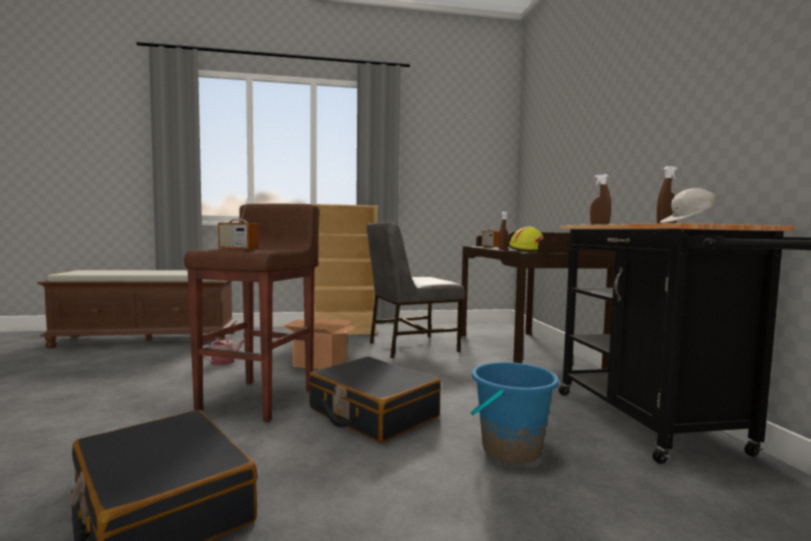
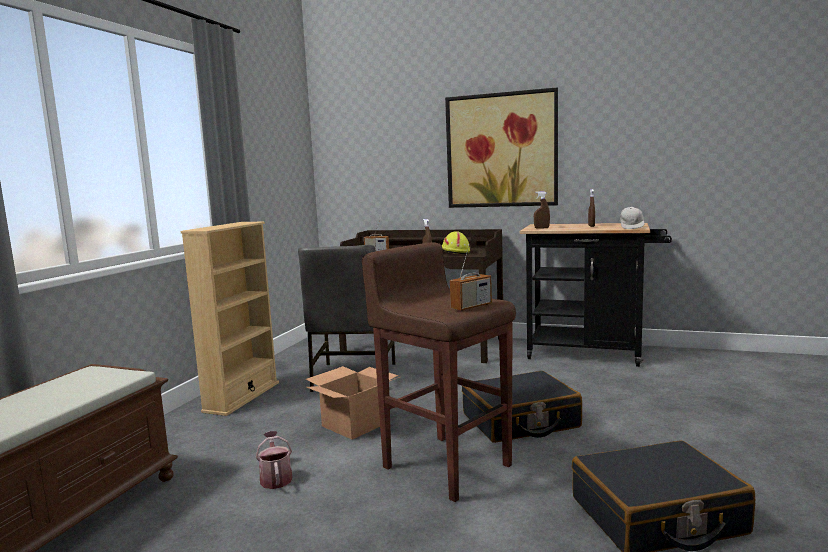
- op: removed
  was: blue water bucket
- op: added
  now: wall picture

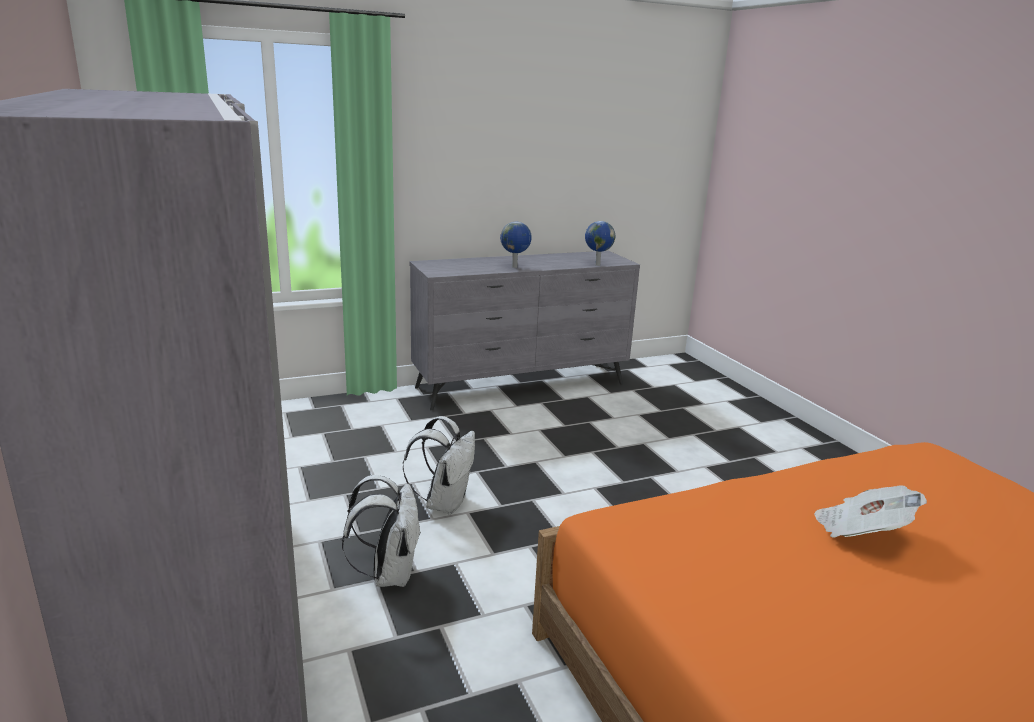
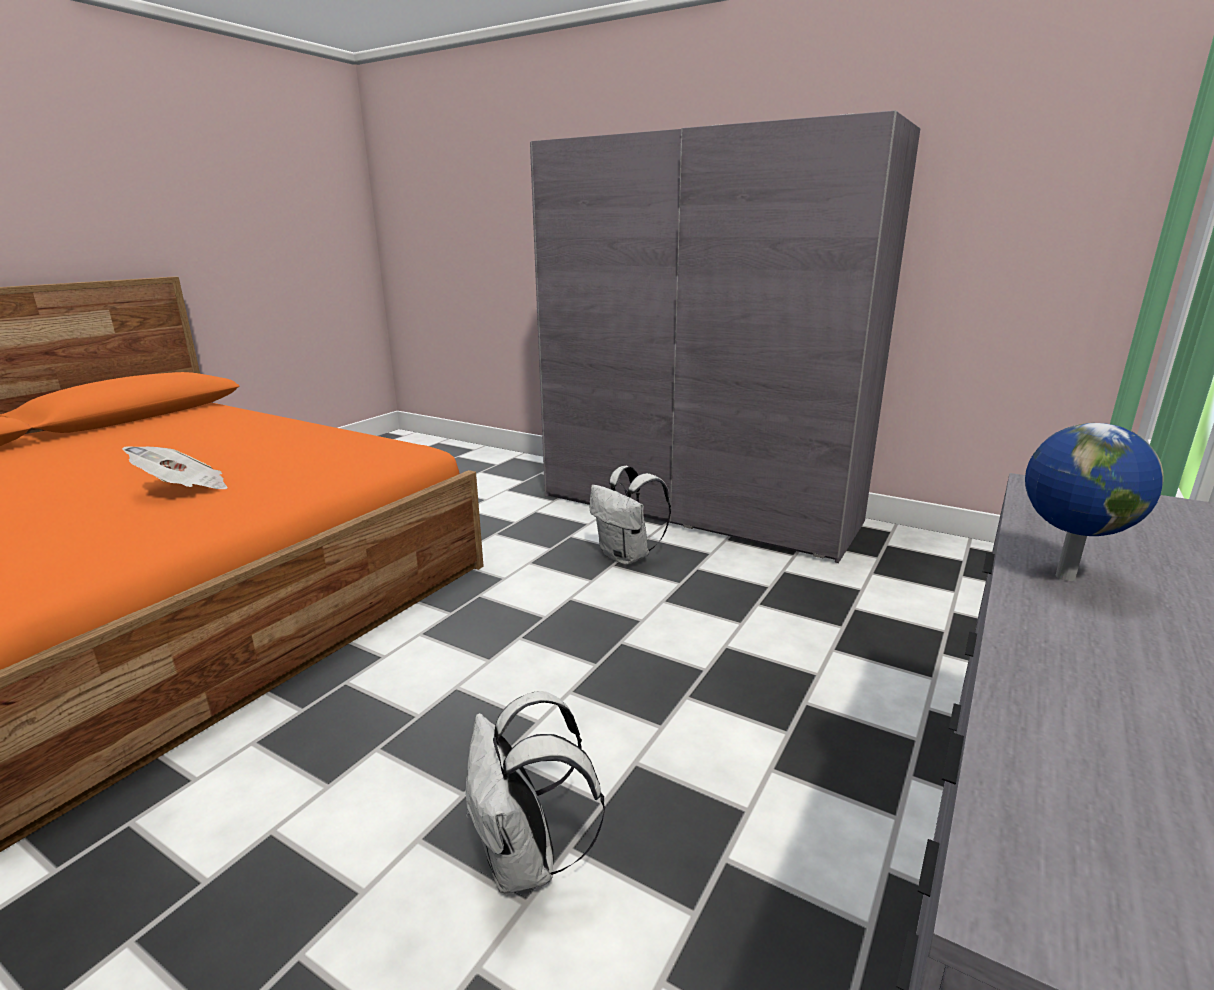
- op: moved
  was: white-coloured rucksack (2nd from left in the first image)
  now: white-coloured rucksack (1st from left)
- op: removed
  was: desk globe (2nd from left)

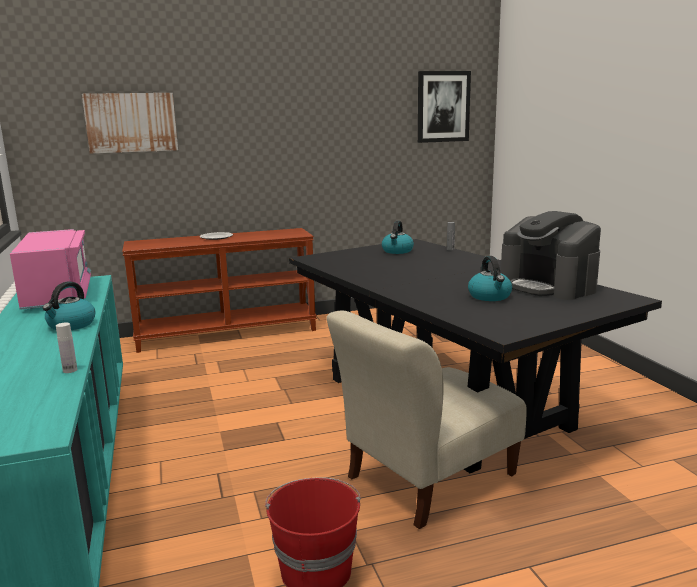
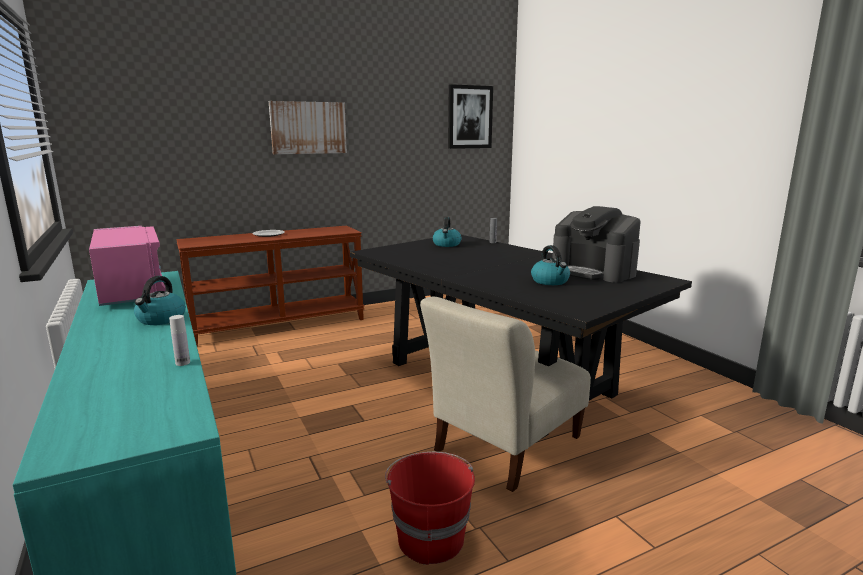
- op: moved
  was: wall picture (1st from left)

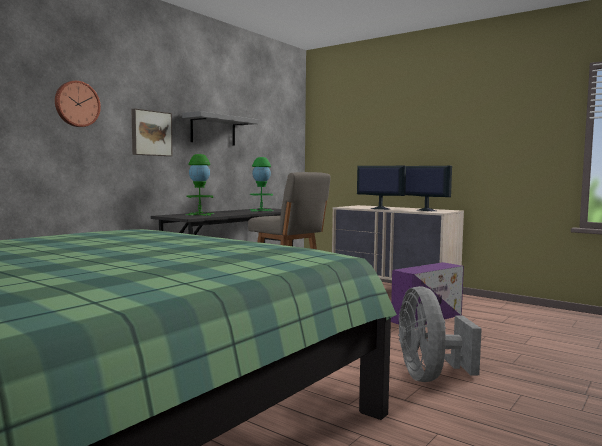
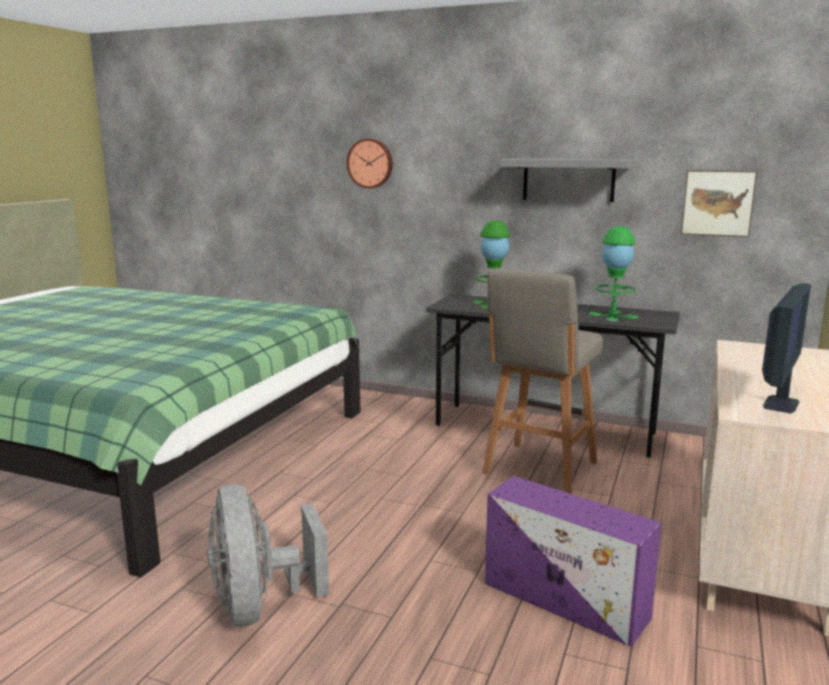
- op: moved
  was: wall picture
- op: removed
  was: computer screen (1st from left)
- op: turned
  was: gray electric fan
  clockwise: -90

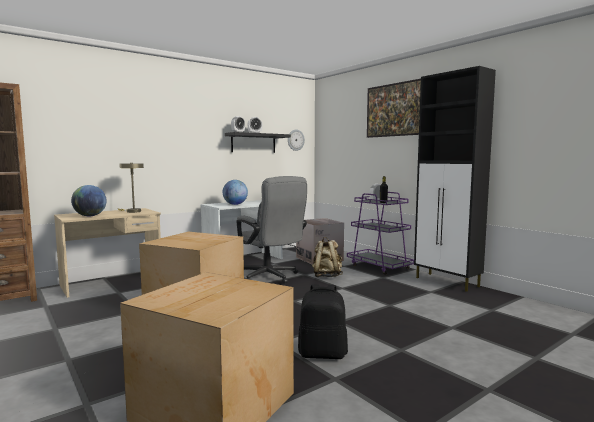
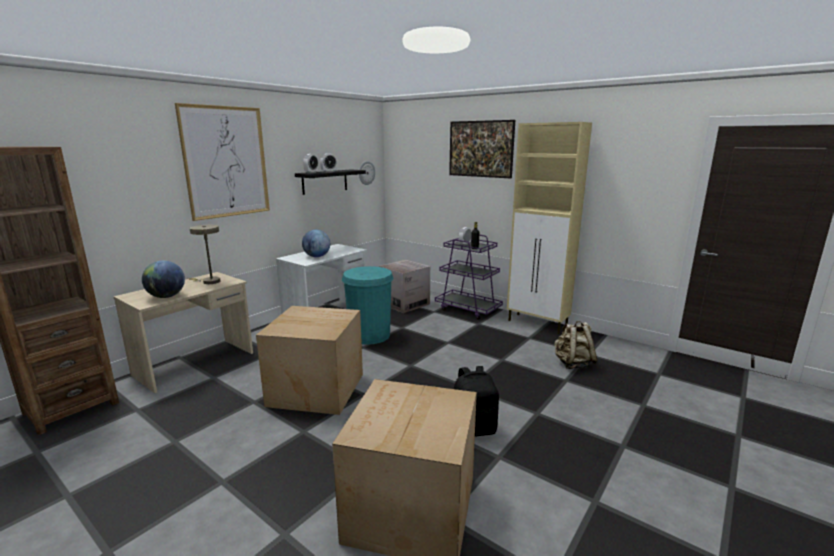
- op: replaced
  was: gray office chair
  now: blue-green trash can
- op: moved
  was: sand-coloured rucksack
- op: recoloured
  was: black-coloured storage cabinet
  now: sand-coloured storage cabinet
- op: added
  now: wall picture (1st from left)

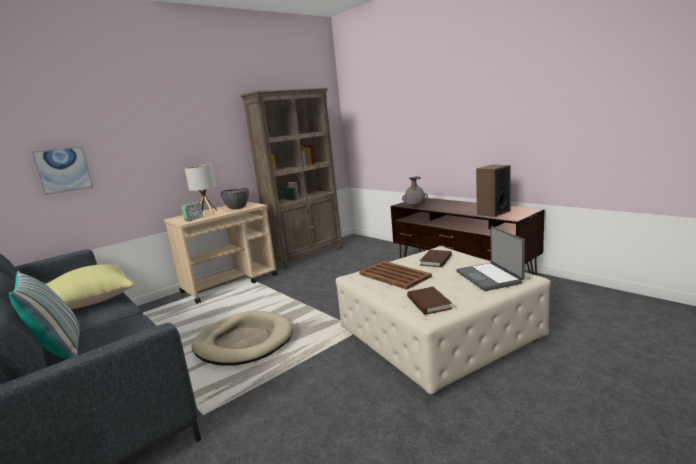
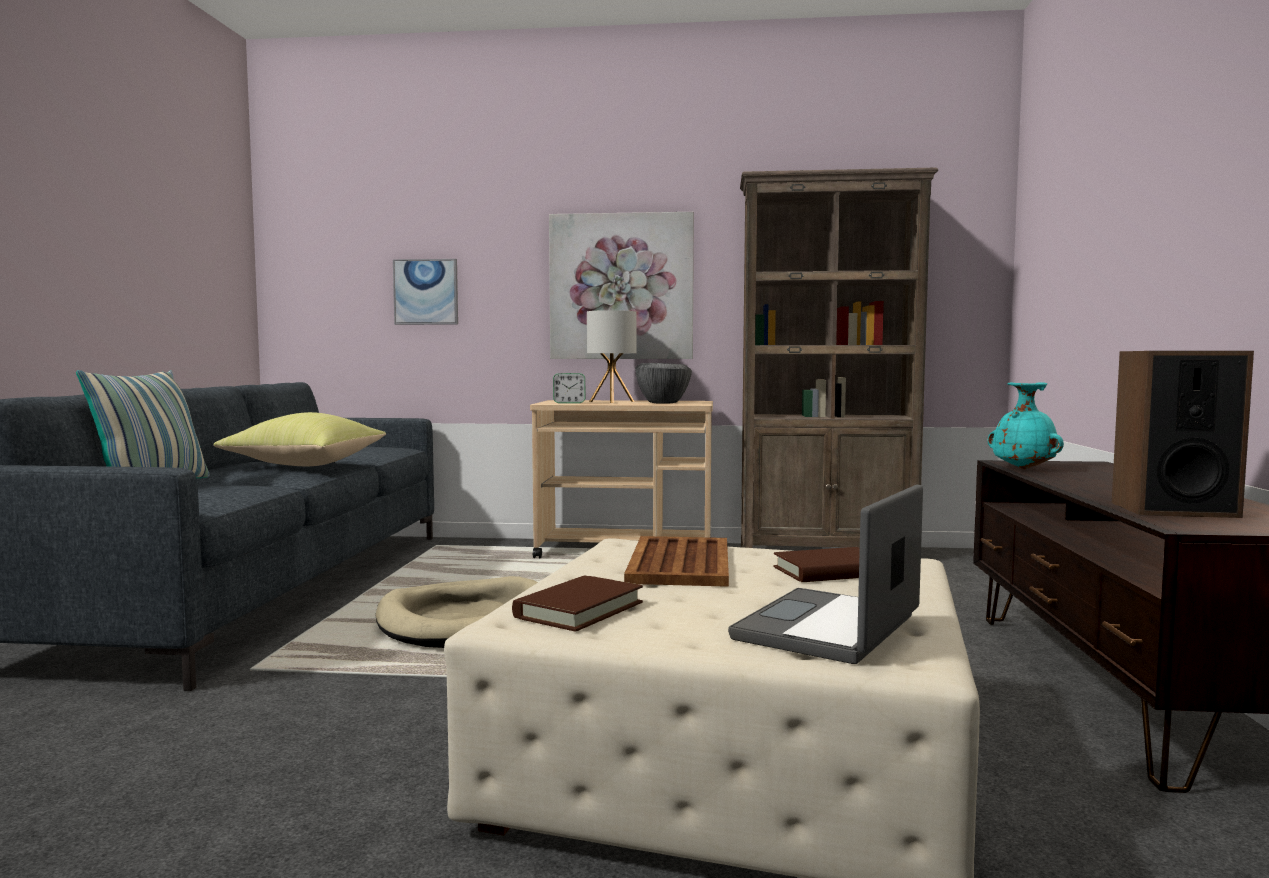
- op: recoloured
  was: gray decorative vase
  now: blue-green decorative vase
- op: added
  now: wall picture (2nd from left)

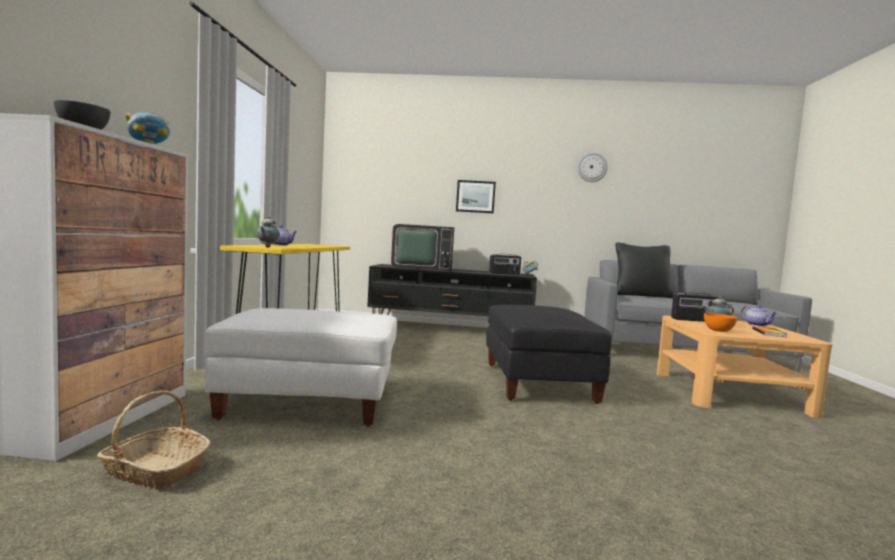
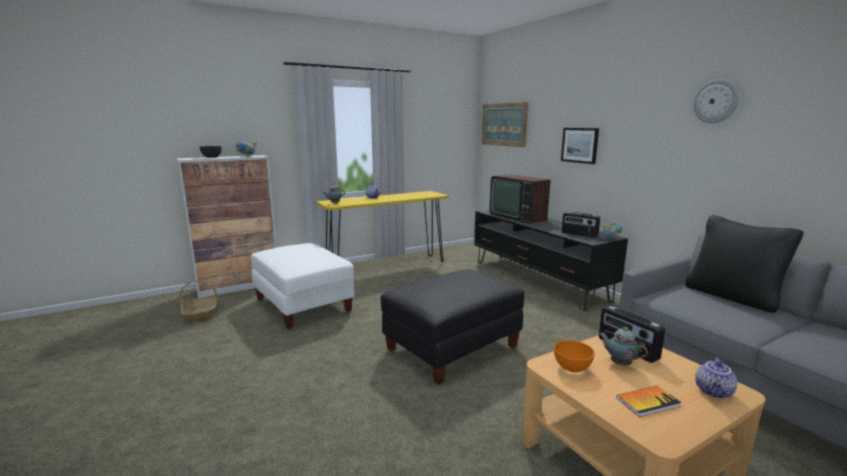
- op: added
  now: wall picture (1st from left)

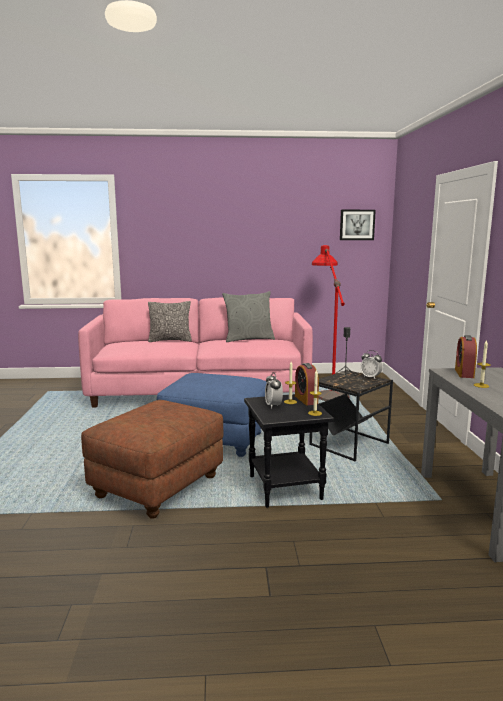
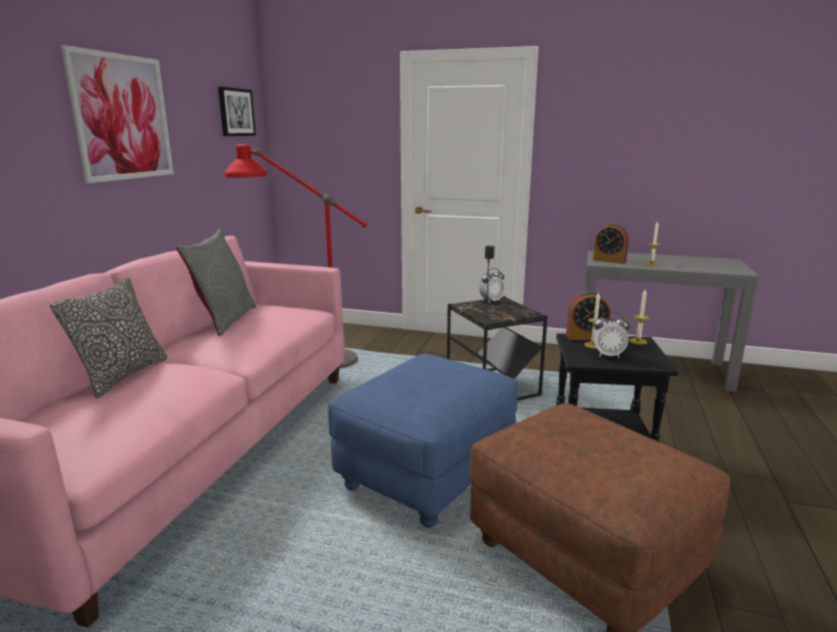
- op: added
  now: wall picture (1st from left)

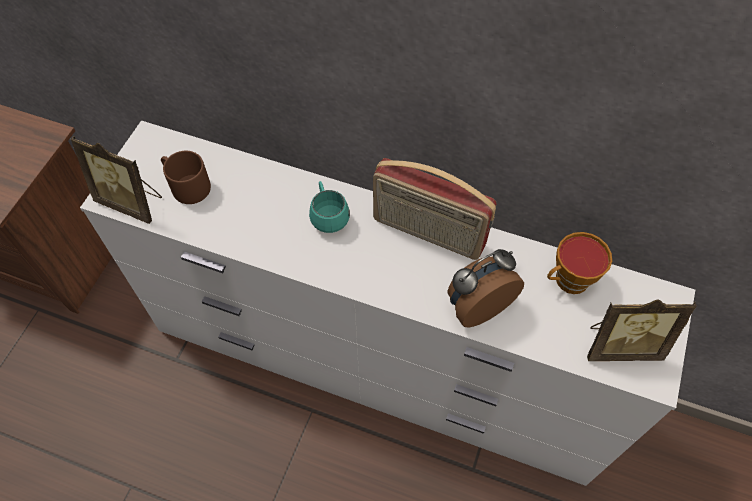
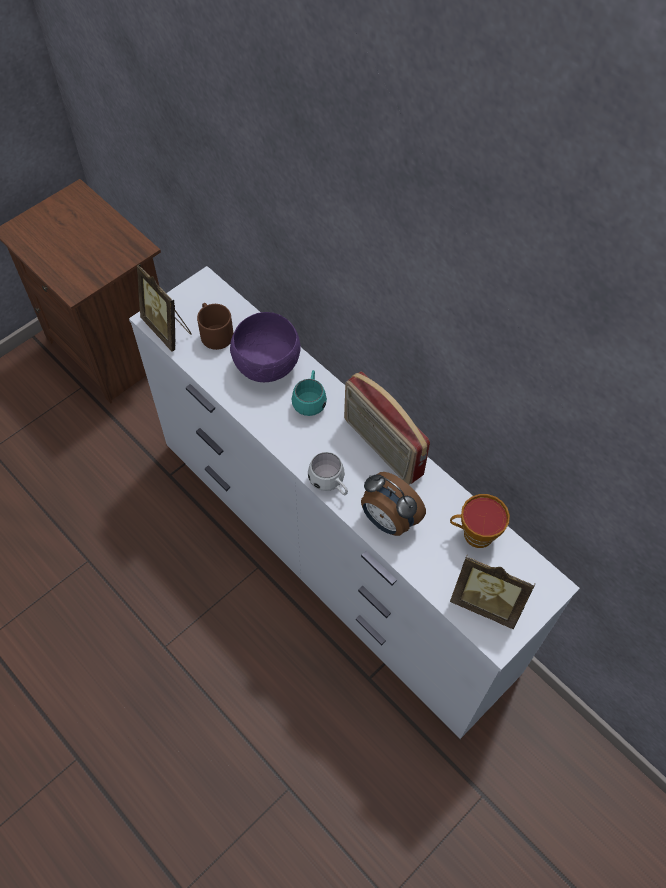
- op: turned
  was: table clock
  clockwise: -135
- op: added
  now: purplish bowl
- op: added
  now: white-coloured mug

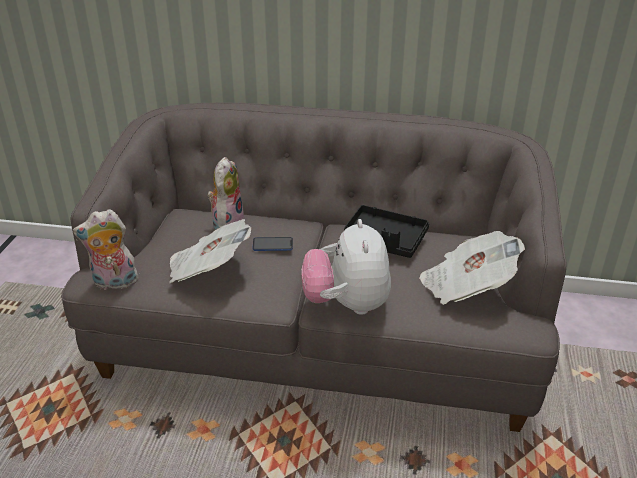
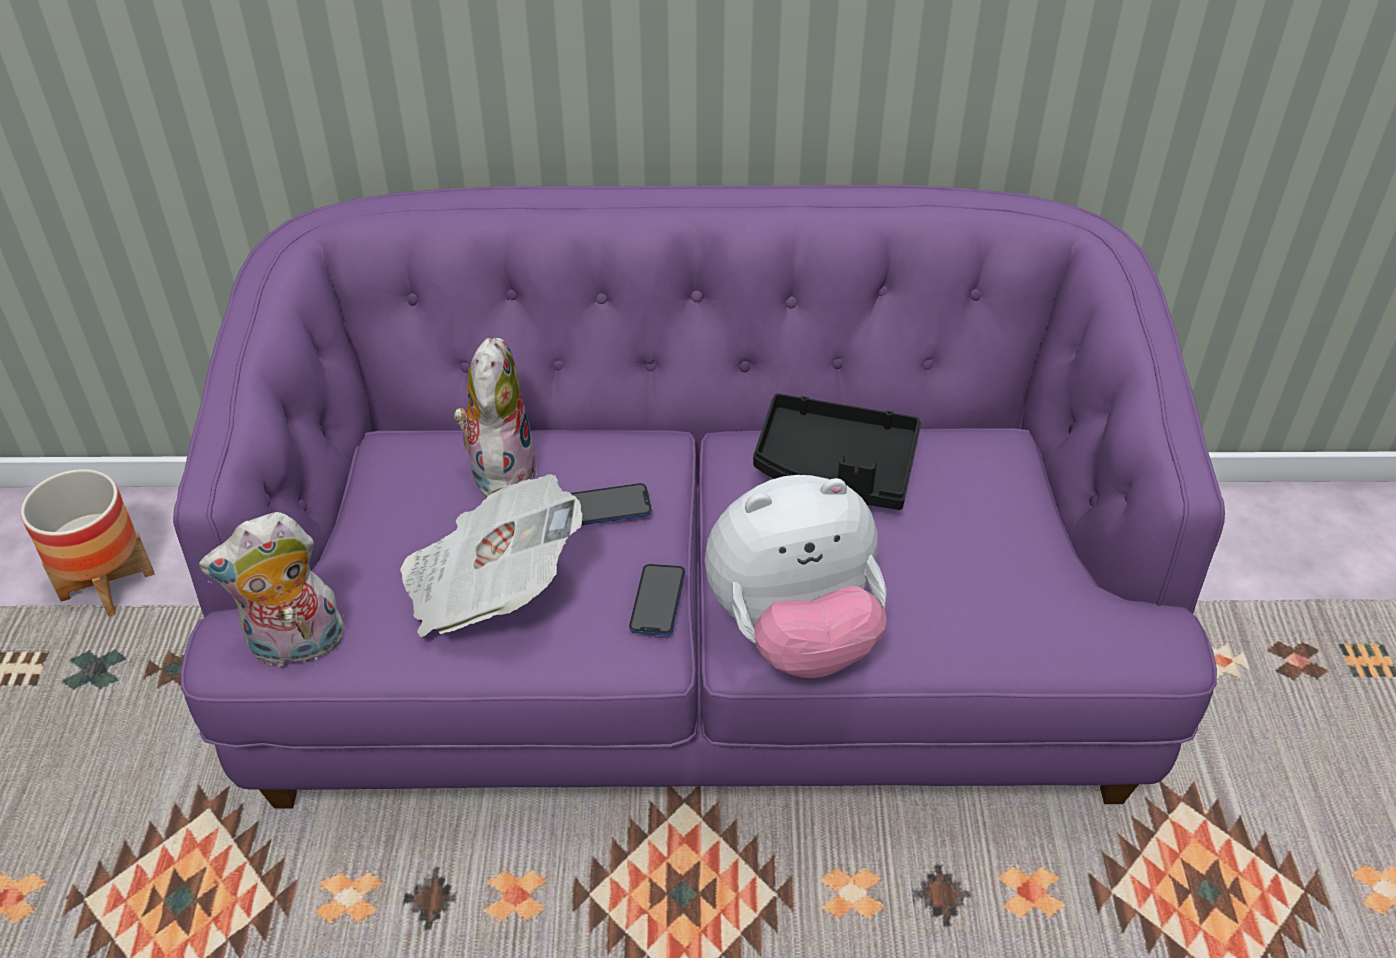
- op: recoloured
  was: gray settee
  now: purplish settee
- op: turned
  was: soft toy (3rd from left)
  clockwise: -90
- op: removed
  was: printed paper (2nd from left)
- op: added
  now: plant pot
- op: added
  now: telephone (2nd from left)

